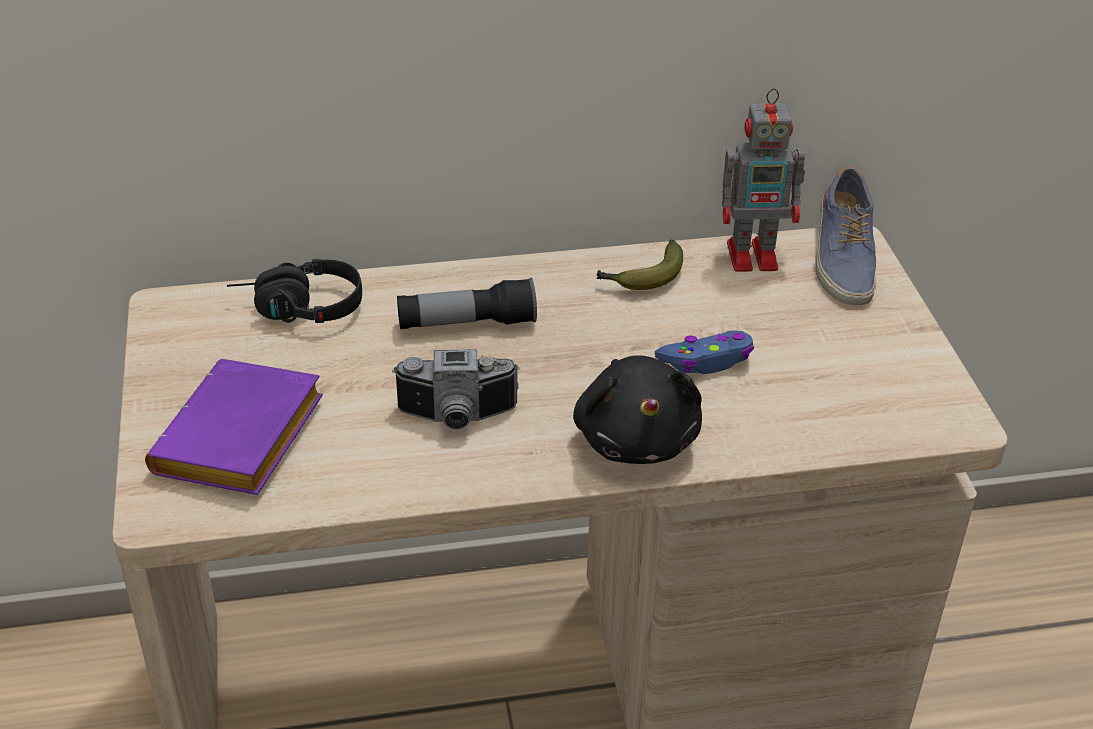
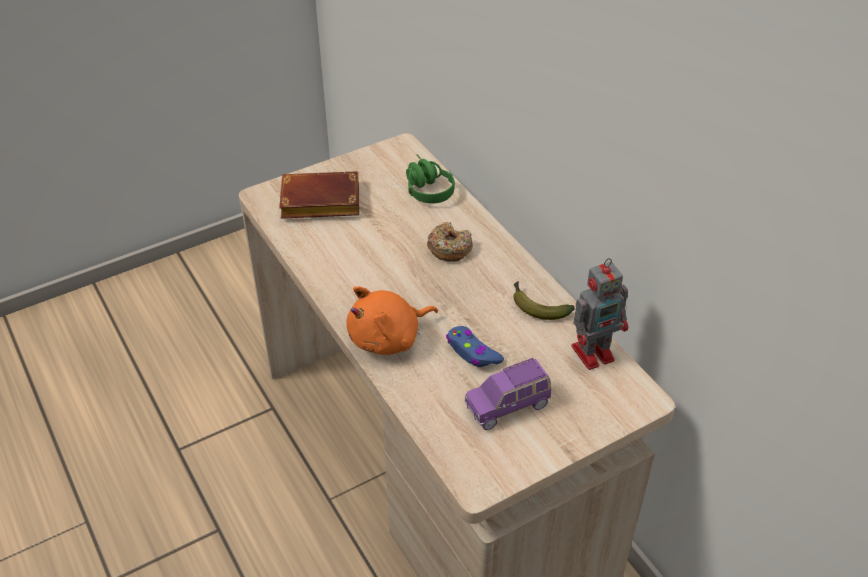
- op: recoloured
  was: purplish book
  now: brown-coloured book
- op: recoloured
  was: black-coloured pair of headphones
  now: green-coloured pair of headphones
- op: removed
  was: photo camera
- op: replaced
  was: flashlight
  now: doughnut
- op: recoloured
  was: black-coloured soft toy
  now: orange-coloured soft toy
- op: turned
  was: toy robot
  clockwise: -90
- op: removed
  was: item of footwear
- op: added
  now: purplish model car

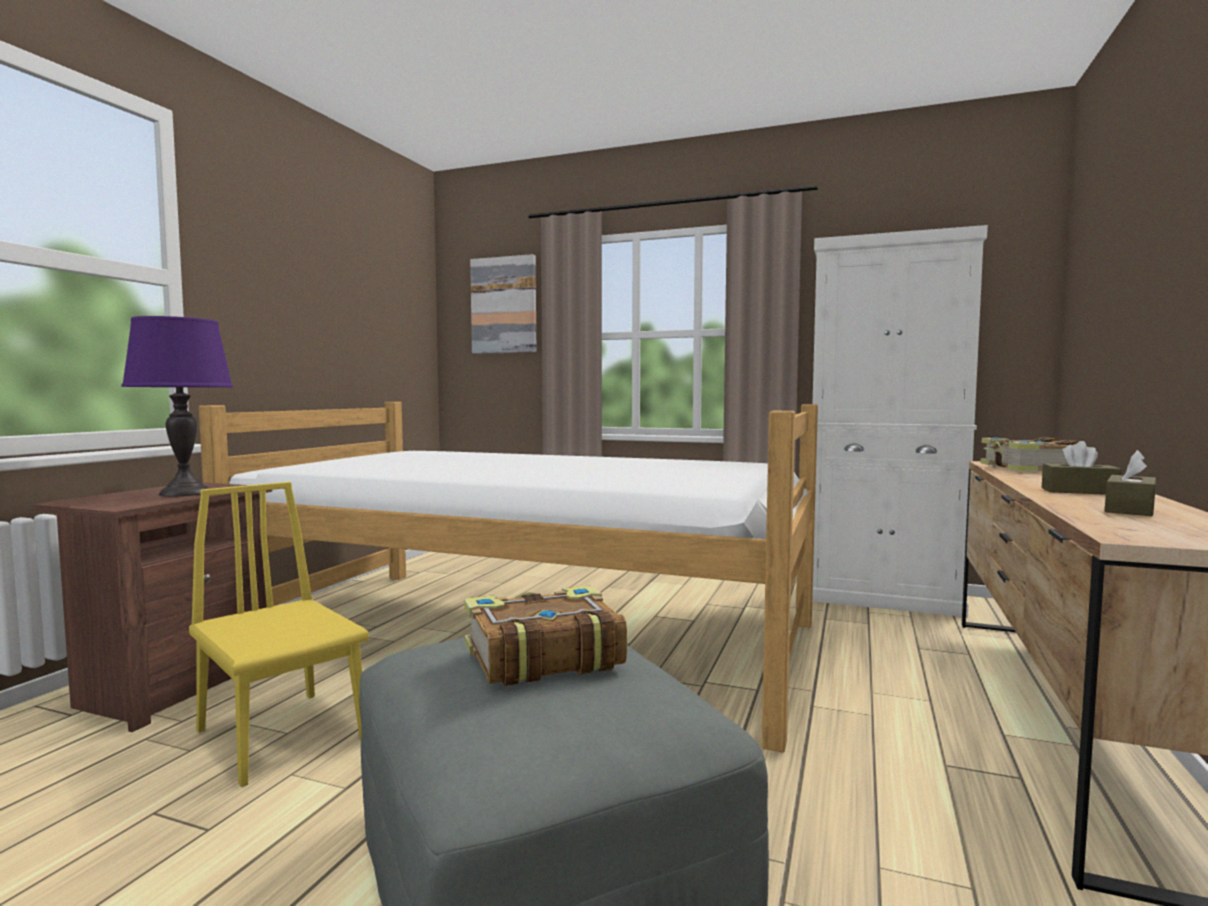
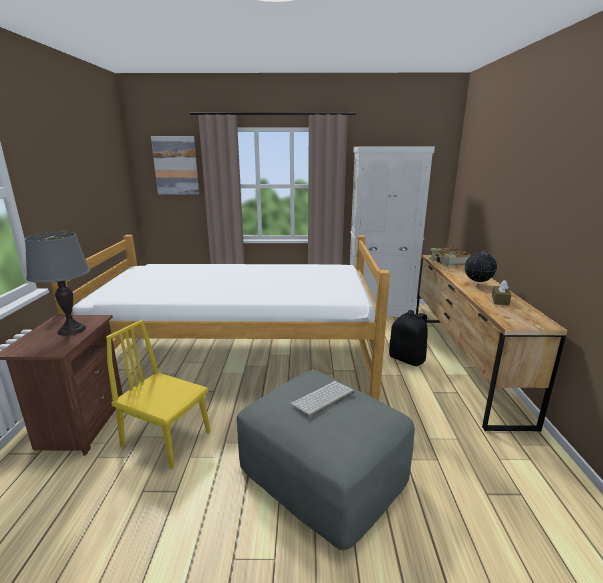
- op: recoloured
  was: purplish tabletop lamp
  now: gray tabletop lamp
- op: replaced
  was: book (1st from left)
  now: PC keyboard
- op: replaced
  was: brown-coloured box of tissues (1st from left)
  now: desk globe
- op: added
  now: black-coloured rucksack

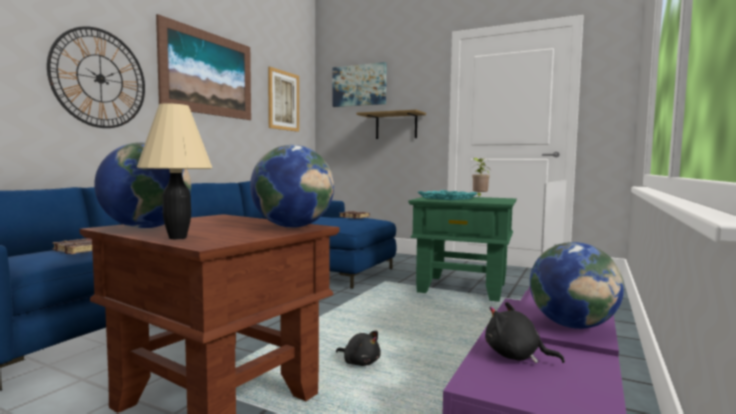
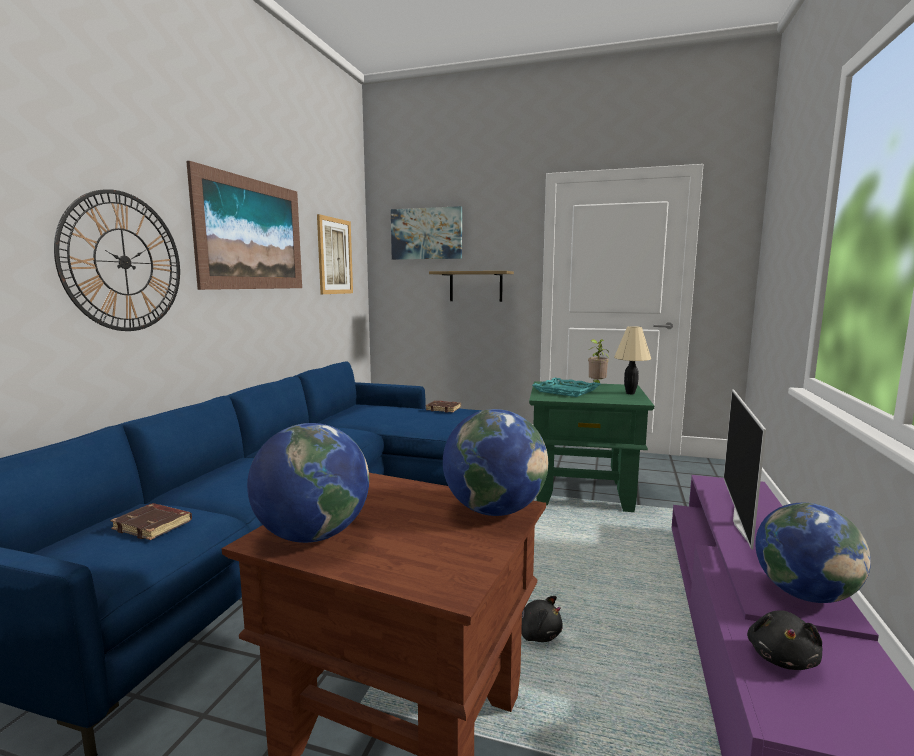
- op: moved
  was: sand-coloured tabletop lamp
- op: turned
  was: black-coloured soft toy (2nd from left)
  clockwise: -90

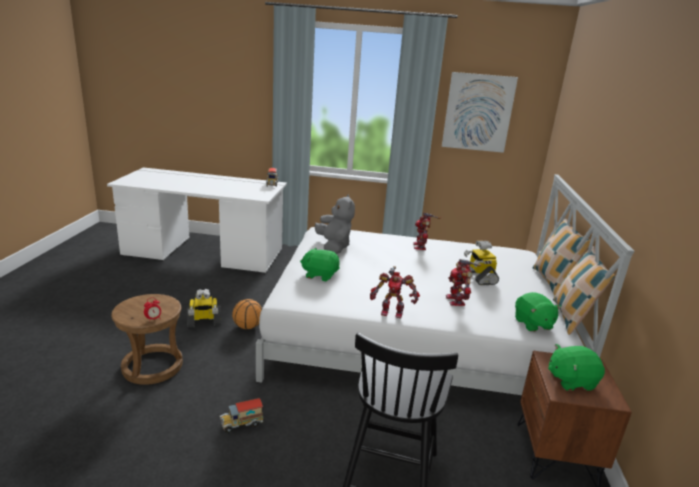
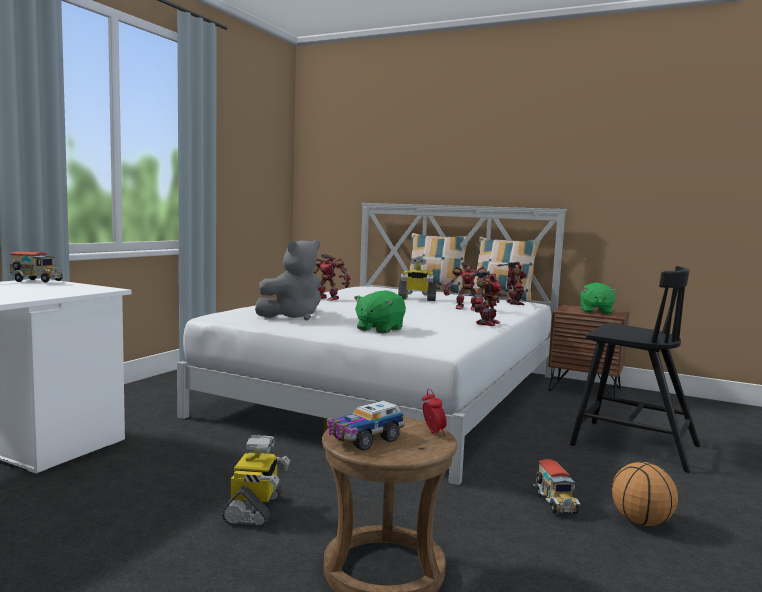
- op: moved
  was: basketball ball
- op: turned
  was: gray soft toy
  clockwise: 135
- op: removed
  was: wall picture
- op: replaced
  was: green-coloured soft toy (2nd from left)
  now: toy robot (6th from left)
- op: added
  now: model truck (2nd from left)

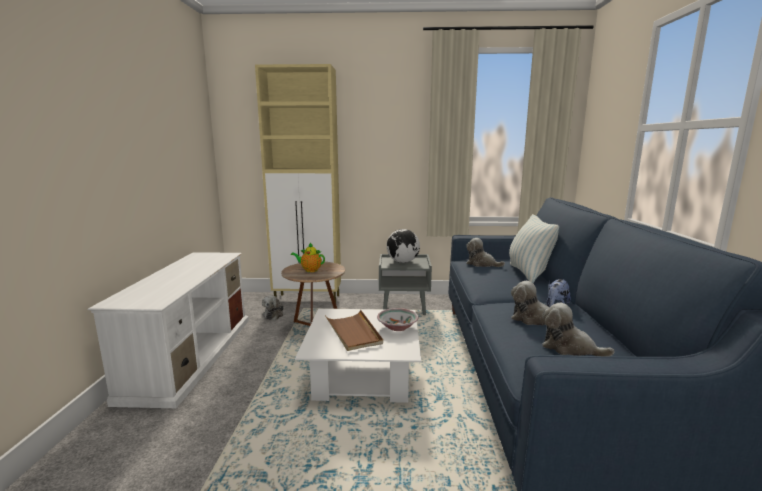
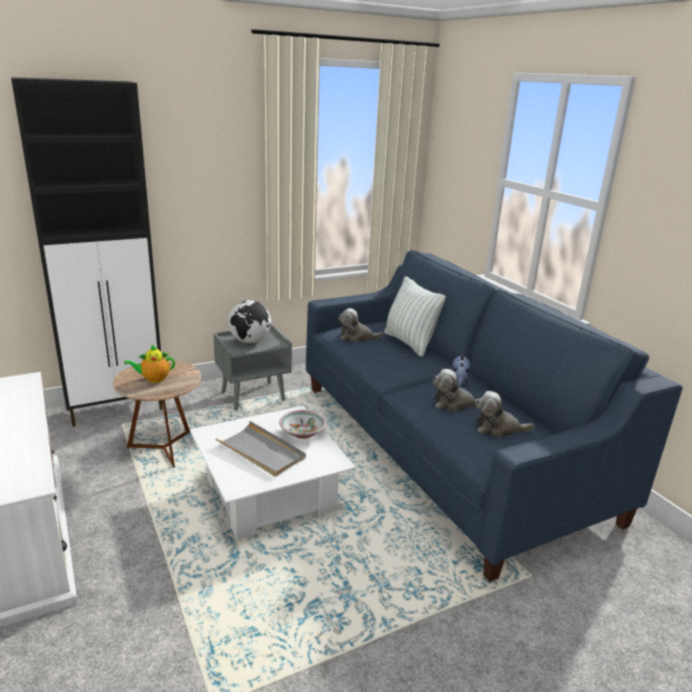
- op: recoloured
  was: sand-coloured storage cabinet
  now: black-coloured storage cabinet
- op: removed
  was: soft toy (1st from left)
- op: recoloured
  was: brown-coloured serving tray
  now: gray serving tray

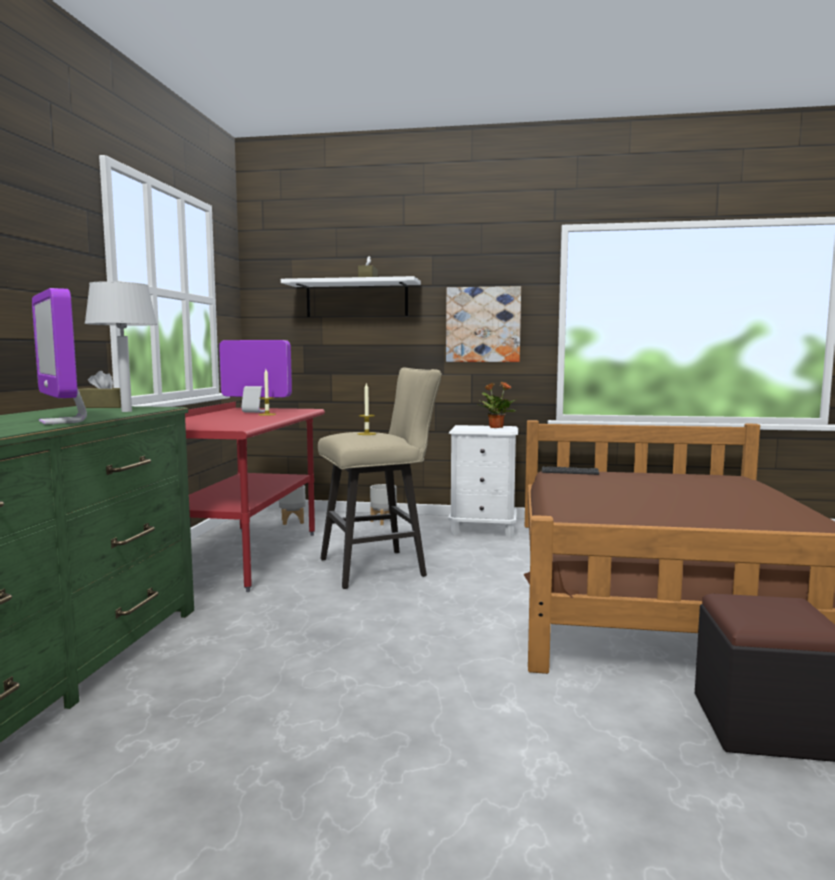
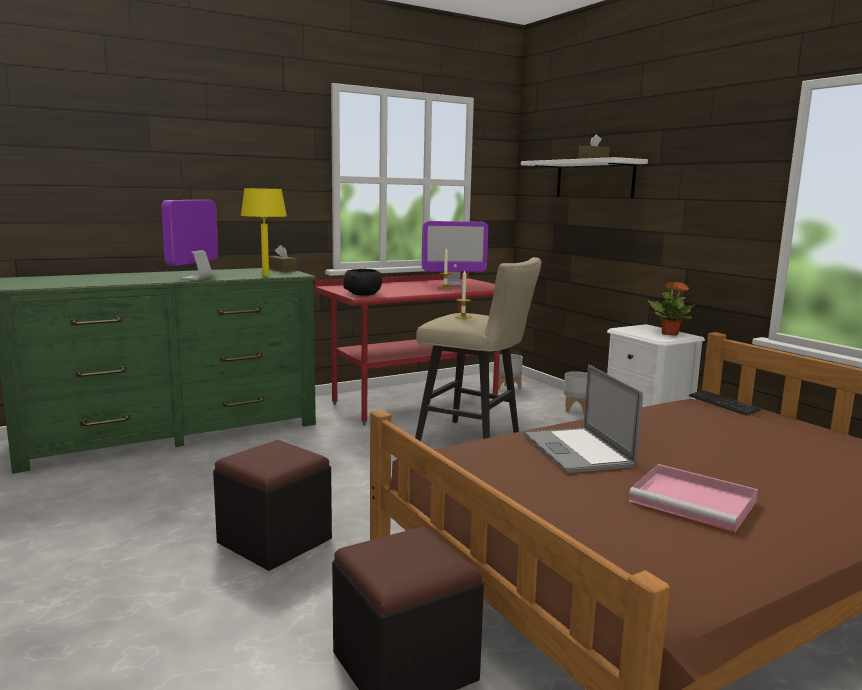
- op: recoloured
  was: gray tabletop lamp
  now: yellowish tabletop lamp
- op: turned
  was: computer screen (2nd from left)
  clockwise: 105
- op: removed
  was: wall picture
- op: added
  now: black-coloured pouffe (1st from left)
- op: added
  now: black-coloured bowl
- op: added
  now: portable computer
- op: added
  now: pink serving tray

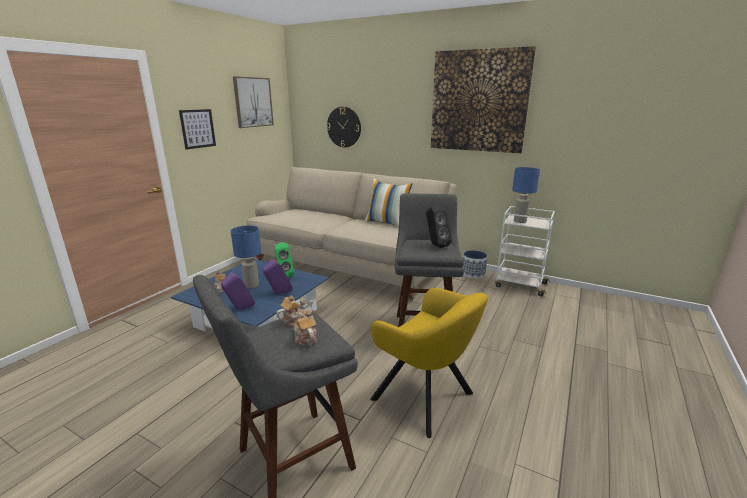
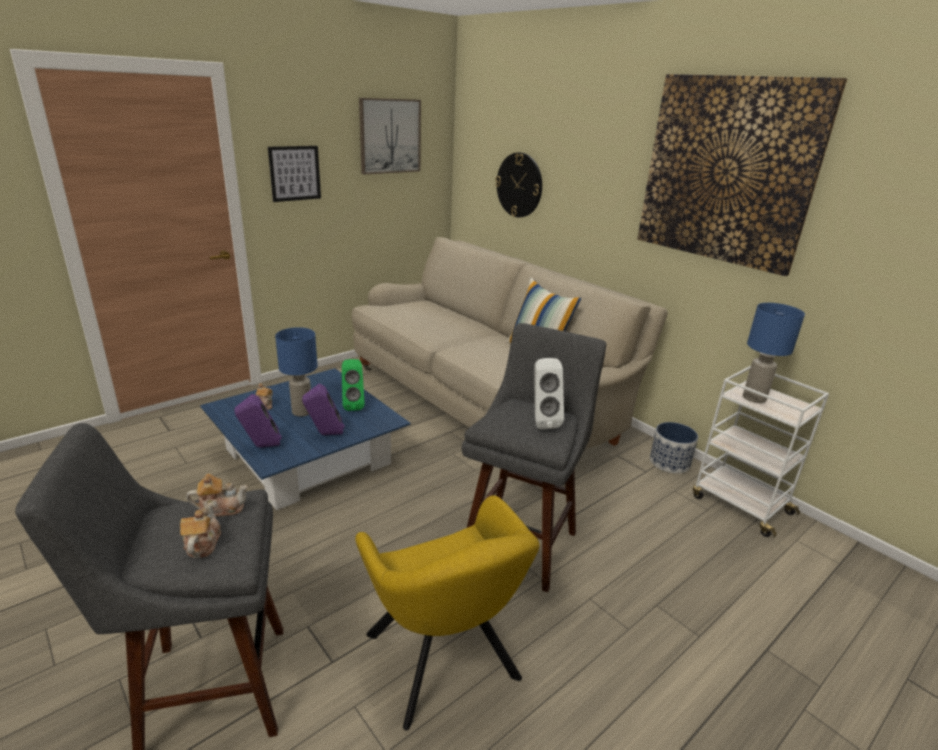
- op: recoloured
  was: black-coloured loudspeaker
  now: white-coloured loudspeaker

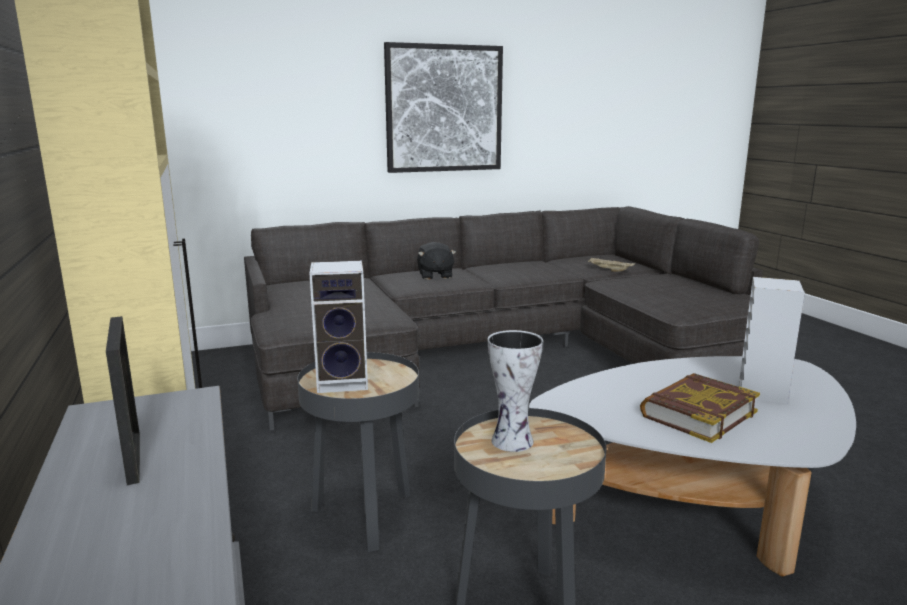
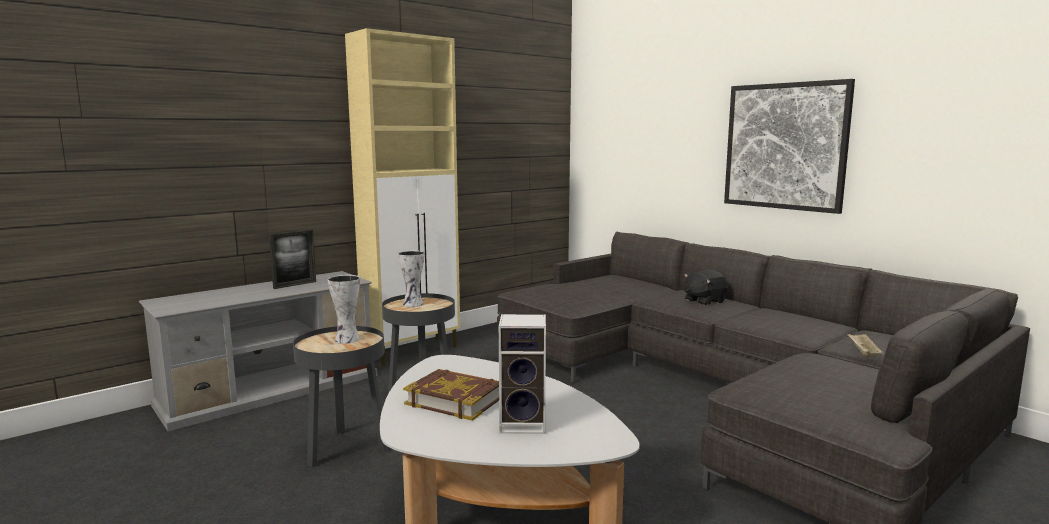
- op: replaced
  was: loudspeaker (1st from left)
  now: decorative vase (2nd from left)

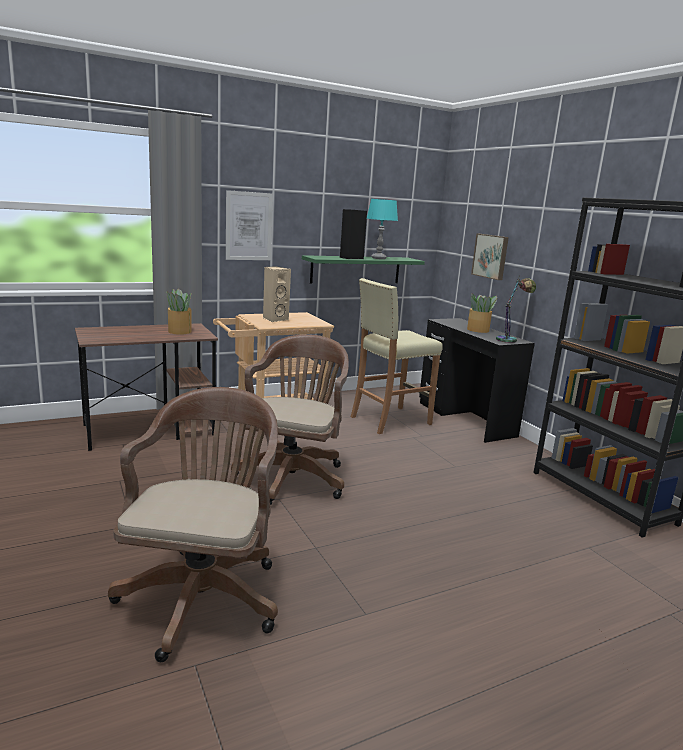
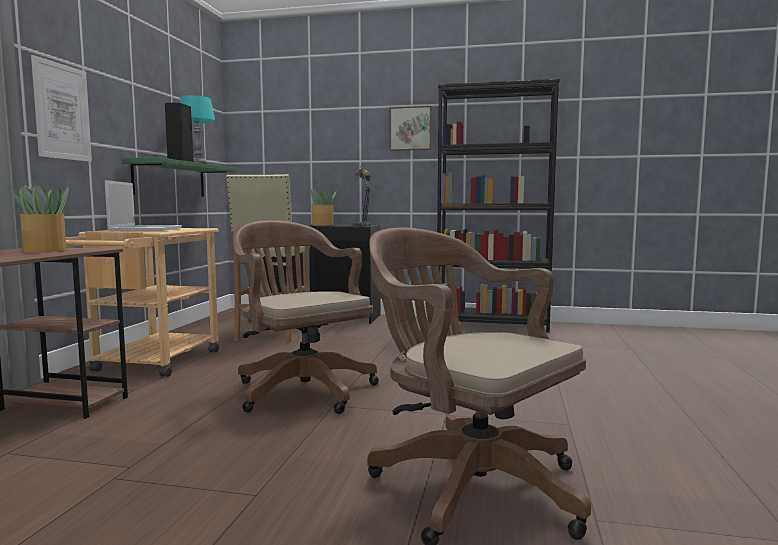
- op: replaced
  was: sand-coloured loudspeaker
  now: portable computer
- op: moved
  was: wall picture (2nd from left)

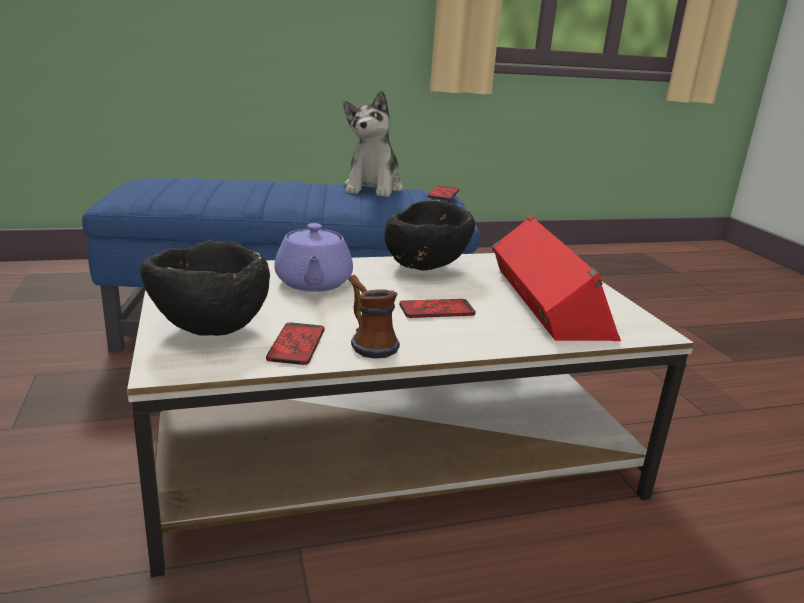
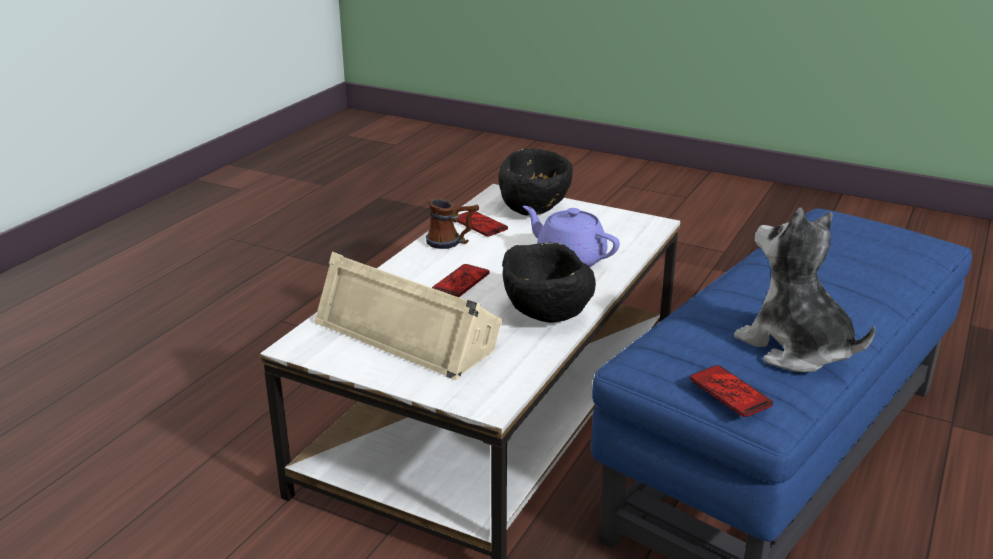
- op: recoloured
  was: reddish loudspeaker
  now: sand-coloured loudspeaker

